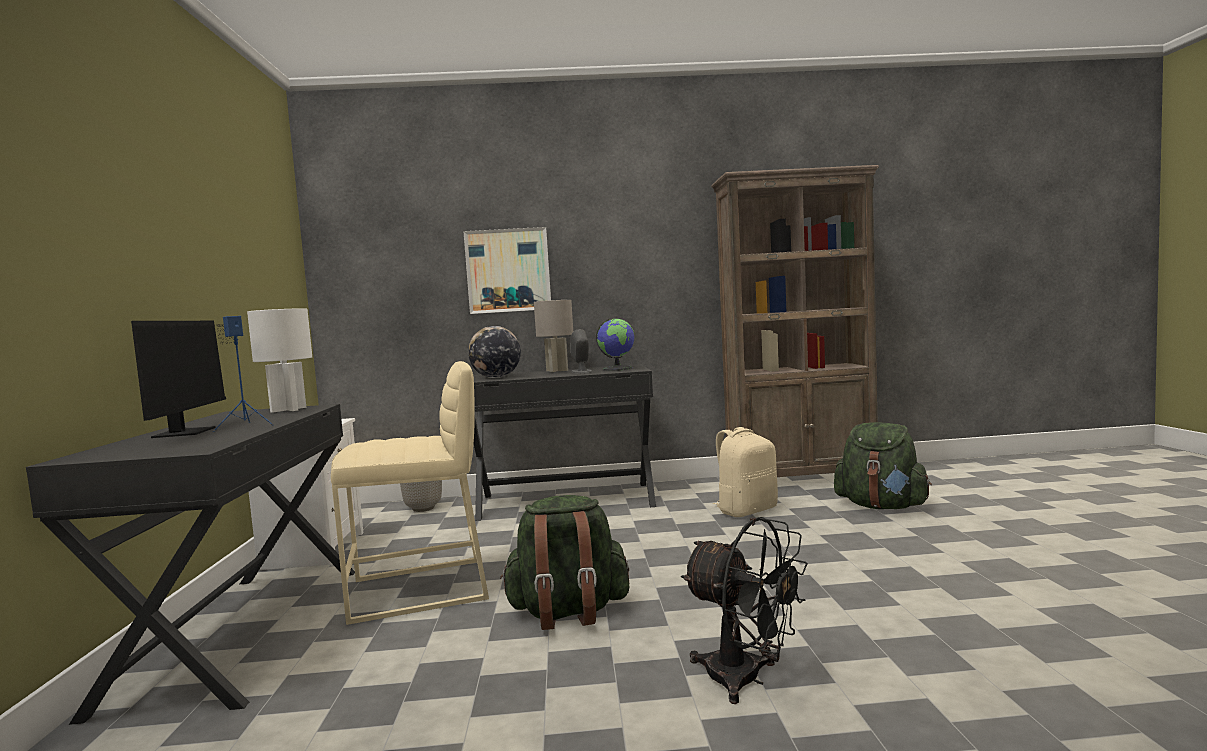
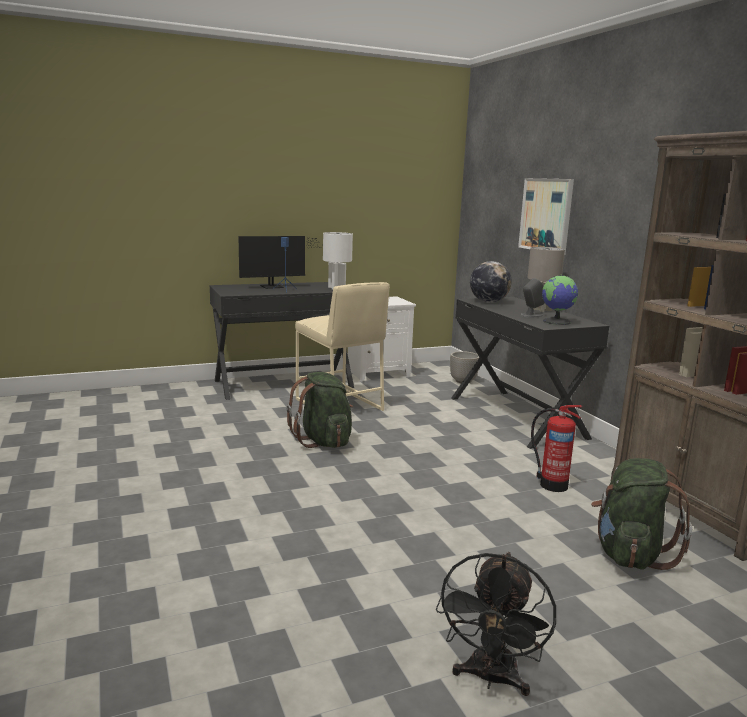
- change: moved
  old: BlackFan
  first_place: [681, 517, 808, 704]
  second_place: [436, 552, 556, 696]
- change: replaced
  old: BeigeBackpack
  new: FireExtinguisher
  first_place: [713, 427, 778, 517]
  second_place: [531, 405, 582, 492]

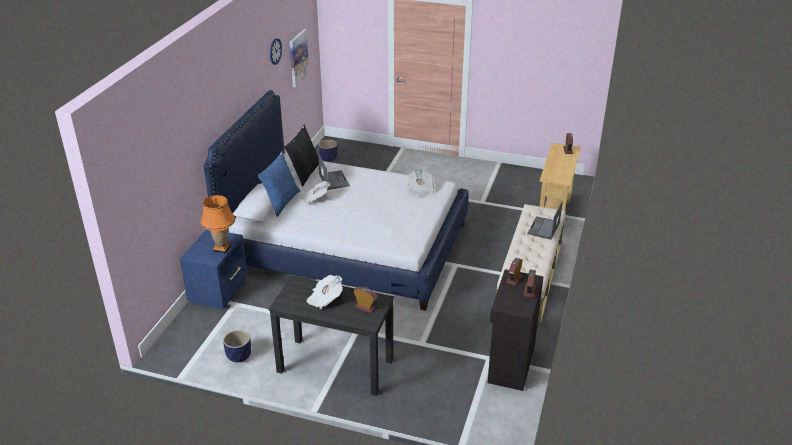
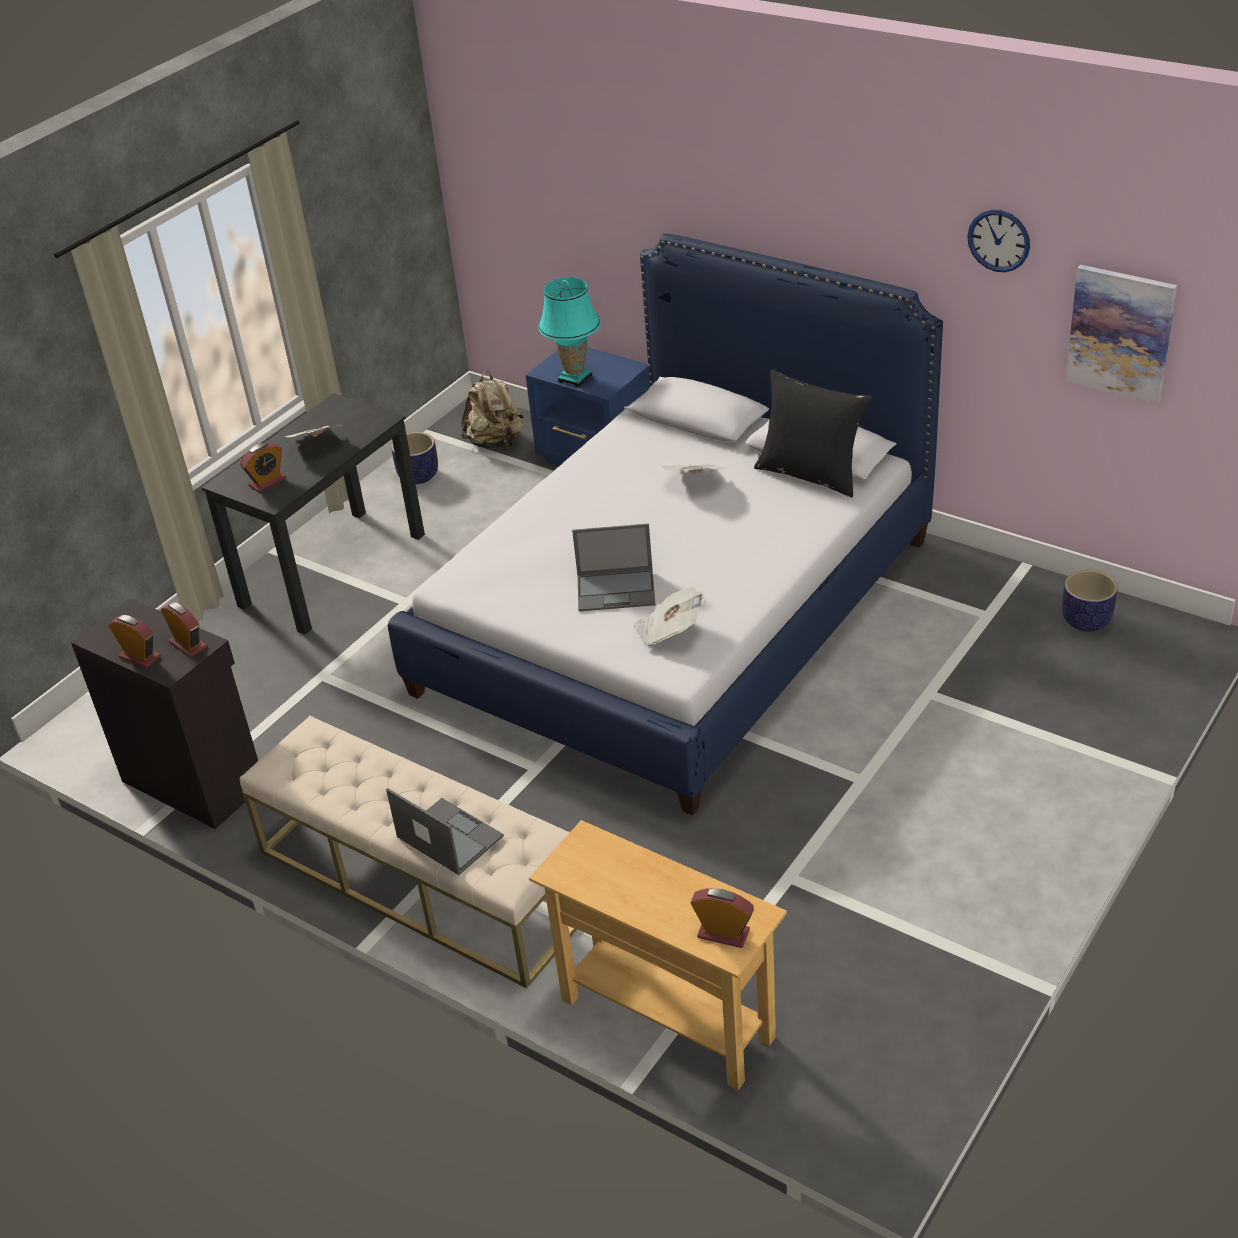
- change: removed
  old: BluePillow
  first_place: [258, 151, 300, 217]
- change: added
  new: BeigeBackpack
  second_place: [461, 371, 523, 448]
- change: moved
  old: Laptop
  first_place: [318, 154, 350, 190]
  second_place: [572, 523, 655, 612]
- change: recoloured
  old: OrangeTableLamp
  new: TurquoiseTableLamp
  first_place: [200, 195, 235, 254]
  second_place: [538, 277, 601, 387]

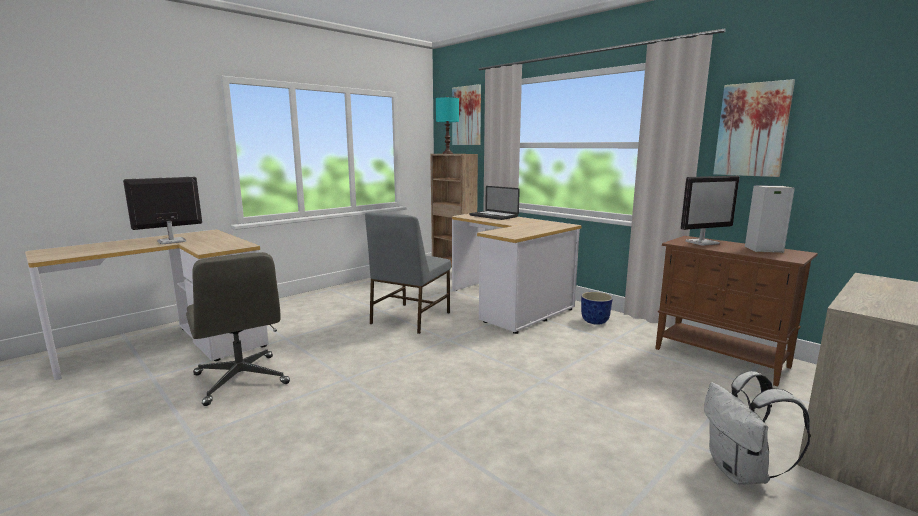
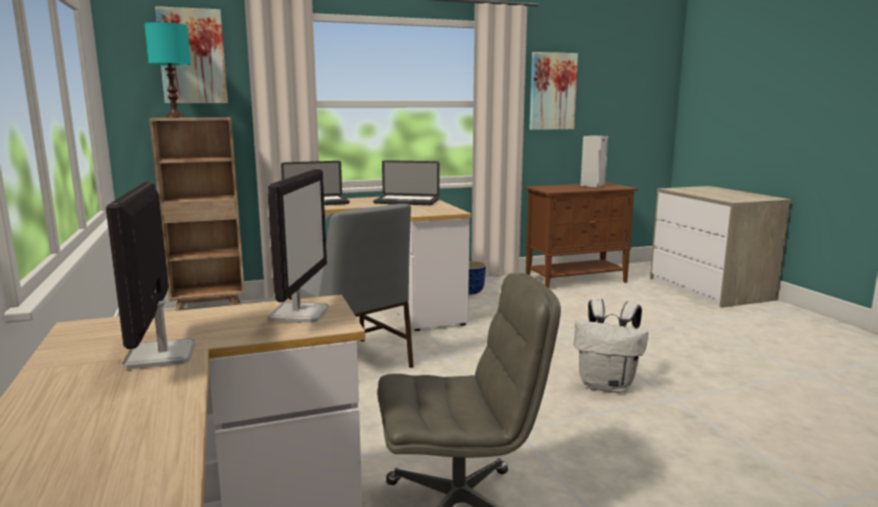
- change: added
  new: Laptop
  second_place: [373, 160, 439, 205]
- change: moved
  old: Monitor
  first_place: [681, 176, 739, 246]
  second_place: [267, 169, 329, 323]
- change: moved
  old: WhiteBackpack
  first_place: [704, 371, 811, 485]
  second_place: [574, 298, 648, 393]

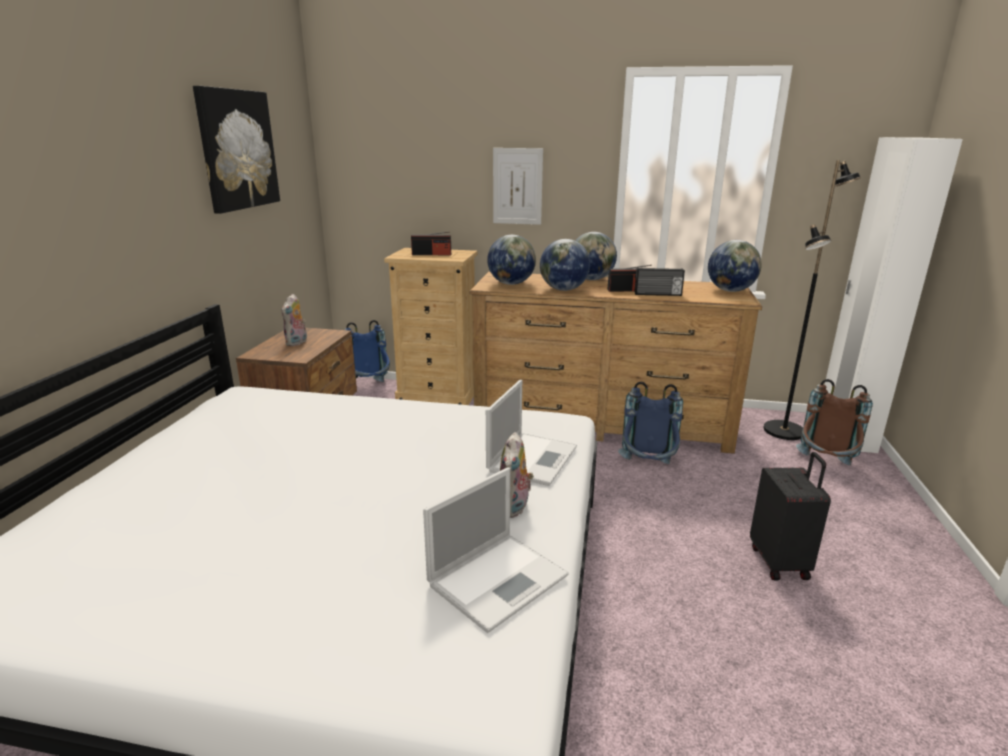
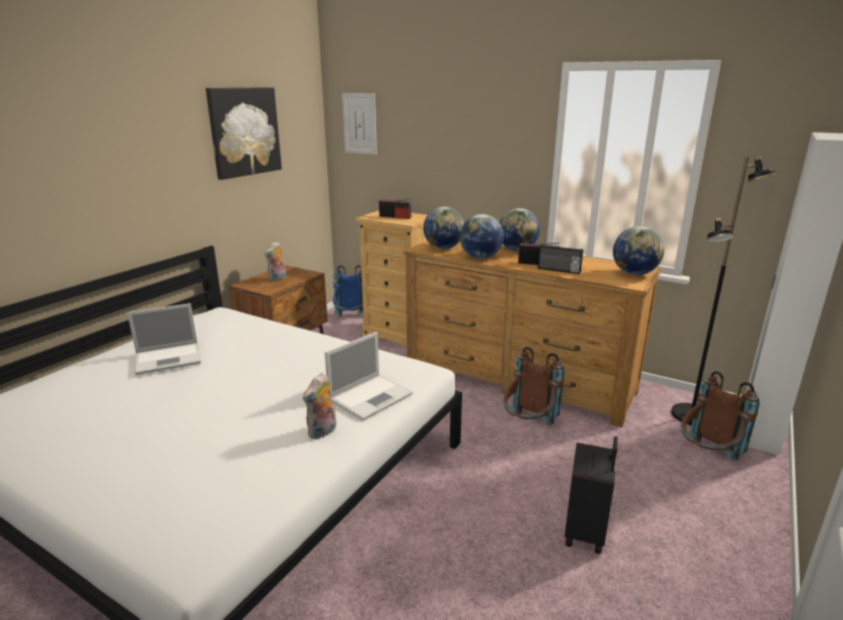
- change: moved
  old: Laptop
  first_place: [423, 468, 569, 633]
  second_place: [127, 303, 201, 375]
- change: moved
  old: Picture
  first_place: [493, 148, 543, 225]
  second_place: [342, 93, 377, 155]
- change: recoloured
  old: BlueBackpack
  new: BrownBackpack
  first_place: [618, 382, 683, 464]
  second_place: [503, 347, 564, 425]

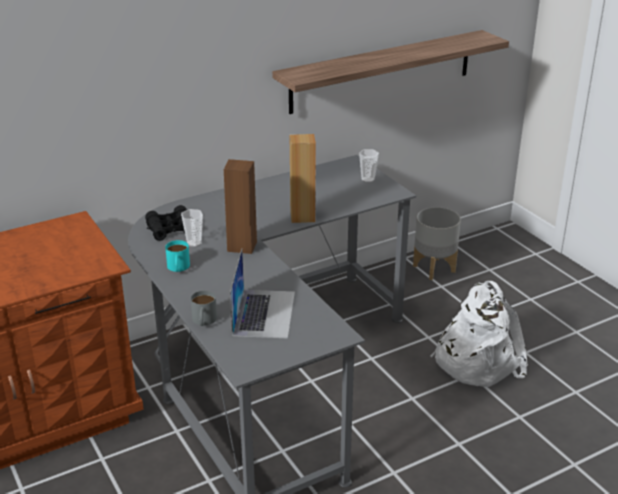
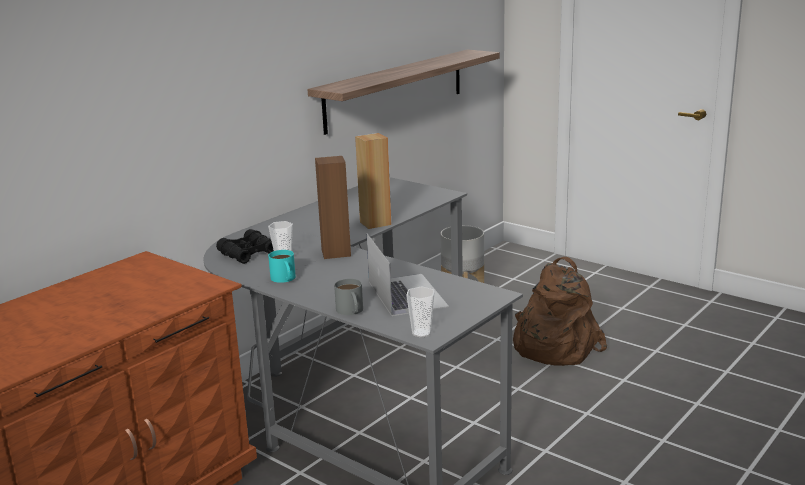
- change: moved
  old: Cup
  first_place: [359, 149, 379, 183]
  second_place: [406, 287, 435, 338]
- change: recoloured
  old: WhiteBackpack
  new: BrownBackpack
  first_place: [430, 281, 528, 387]
  second_place: [513, 257, 607, 366]

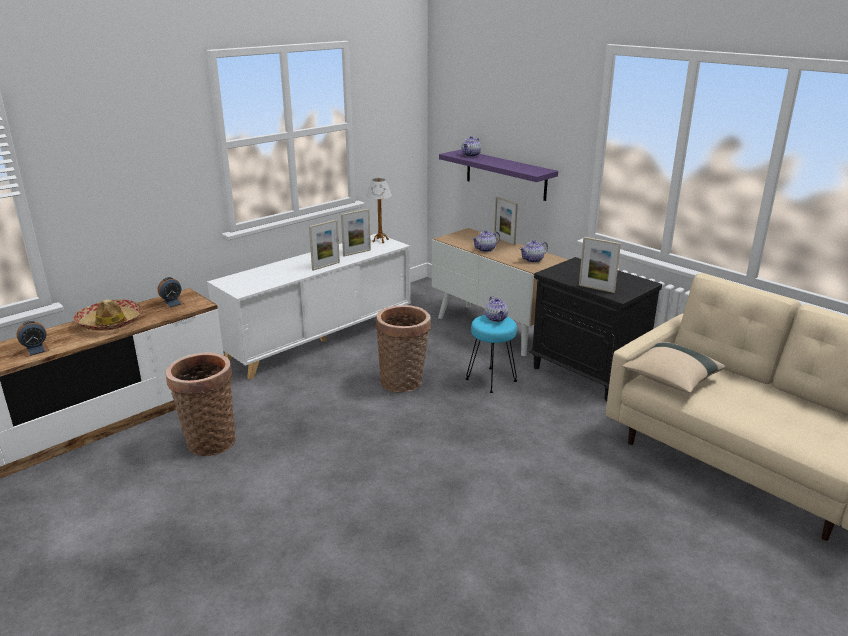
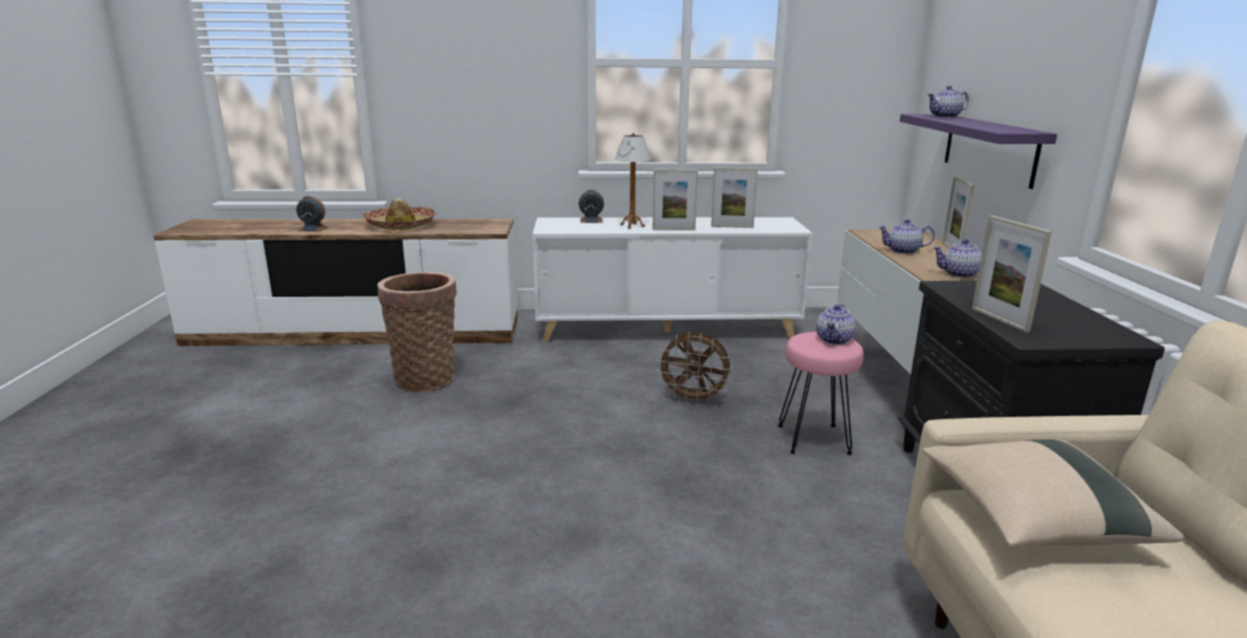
- change: moved
  old: AlarmClock
  first_place: [158, 277, 184, 309]
  second_place: [579, 189, 604, 223]
- change: moved
  old: TableLamp
  first_place: [366, 178, 392, 243]
  second_place: [615, 133, 652, 229]
- change: replaced
  old: Basket
  new: BrownFan
  first_place: [376, 305, 431, 393]
  second_place: [655, 332, 733, 405]
- change: recoloured
  old: TurquoiseStool
  new: PinkStool
  first_place: [466, 315, 517, 393]
  second_place: [778, 332, 864, 455]

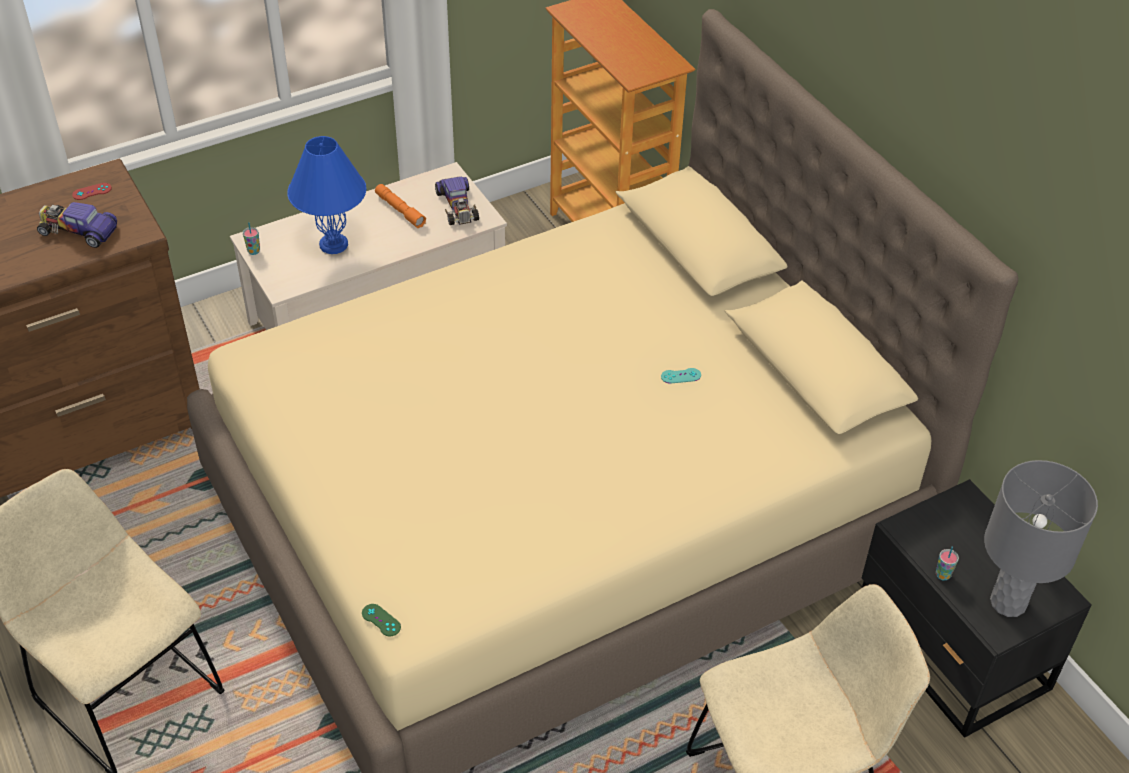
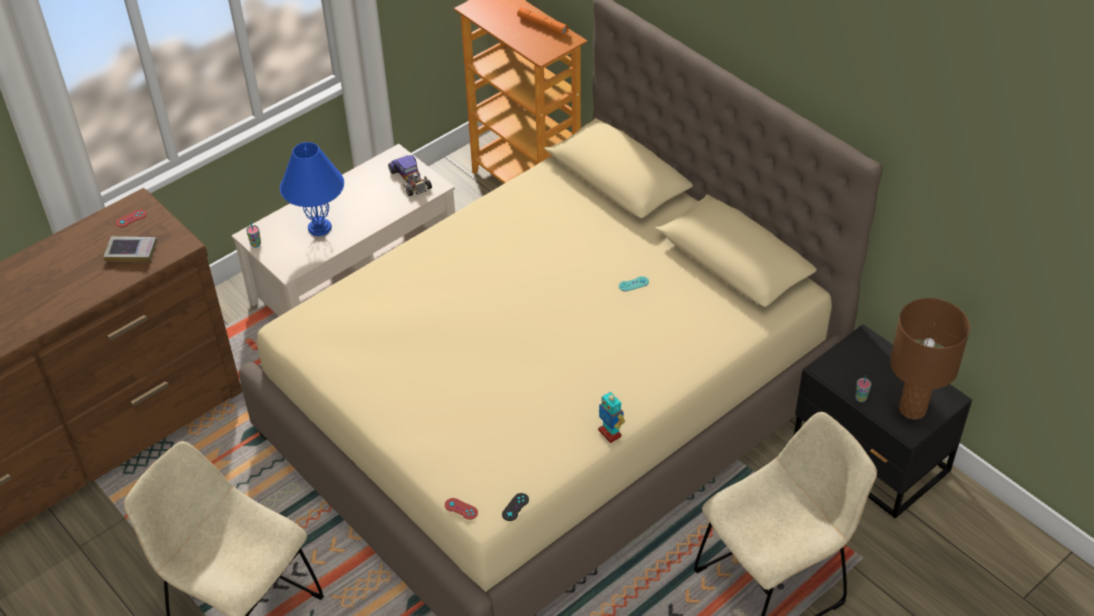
- change: added
  new: BlackGameController
  second_place: [502, 493, 529, 521]
- change: added
  new: ToyRobot
  second_place: [598, 392, 625, 443]
- change: moved
  old: OrangeFlashlight
  first_place: [375, 184, 426, 228]
  second_place: [517, 7, 569, 36]
- change: replaced
  old: ToyCar
  new: Book
  first_place: [37, 202, 117, 248]
  second_place: [104, 236, 157, 262]
- change: recoloured
  old: GreenGameController
  new: RedGameController
  first_place: [362, 604, 401, 636]
  second_place: [445, 498, 478, 520]
- change: recoloured
  old: GreyTableLamp
  new: BrownTableLamp
  first_place: [984, 460, 1098, 617]
  second_place: [890, 298, 970, 420]

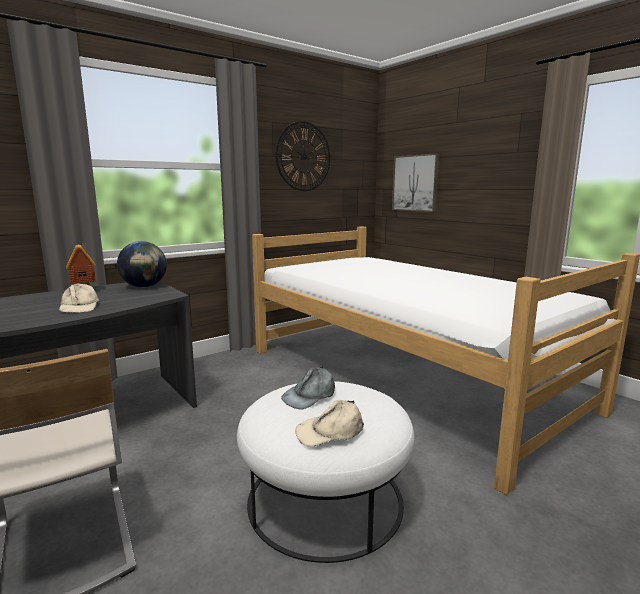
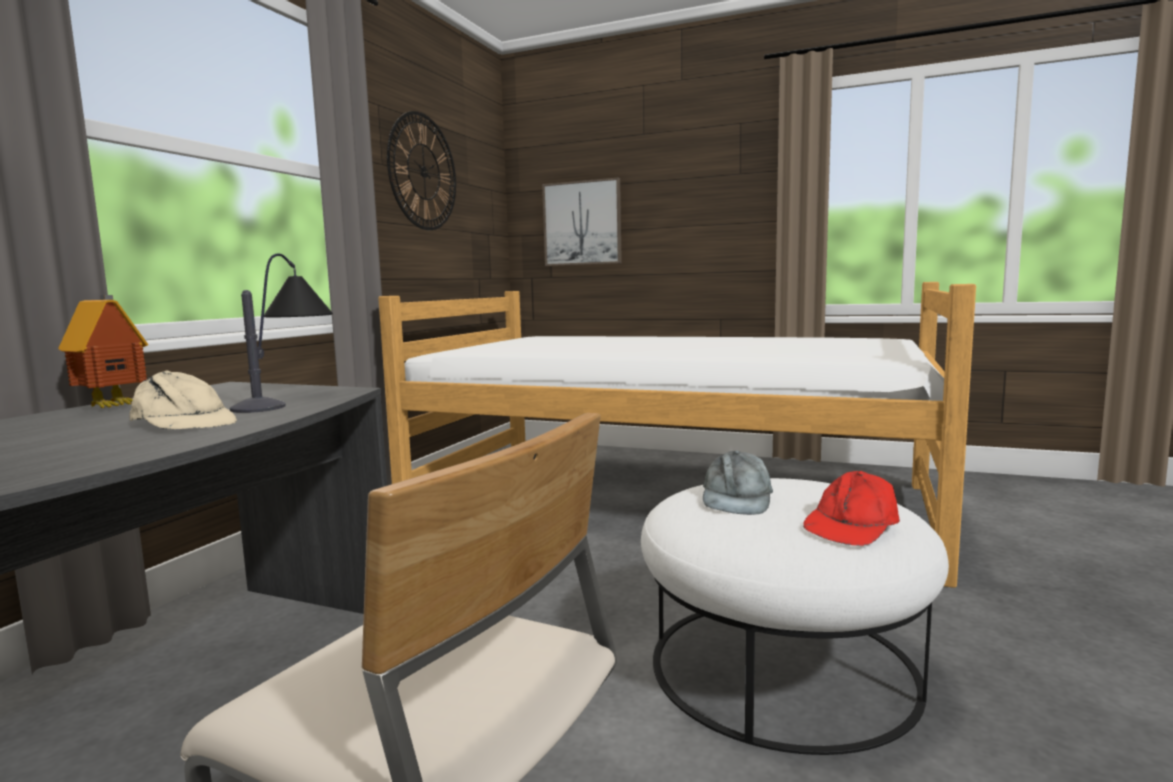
- change: removed
  old: Globe
  first_place: [117, 241, 167, 287]
- change: added
  new: TableLamp
  second_place: [230, 253, 333, 413]
- change: recoloured
  old: BeigeCap
  new: RedCap
  first_place: [295, 400, 364, 447]
  second_place: [803, 471, 900, 546]

